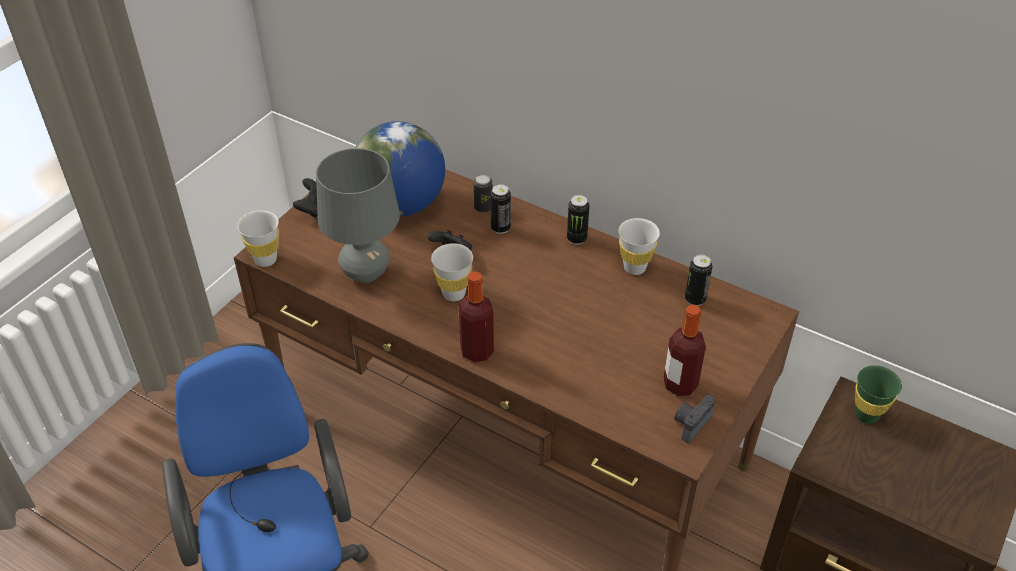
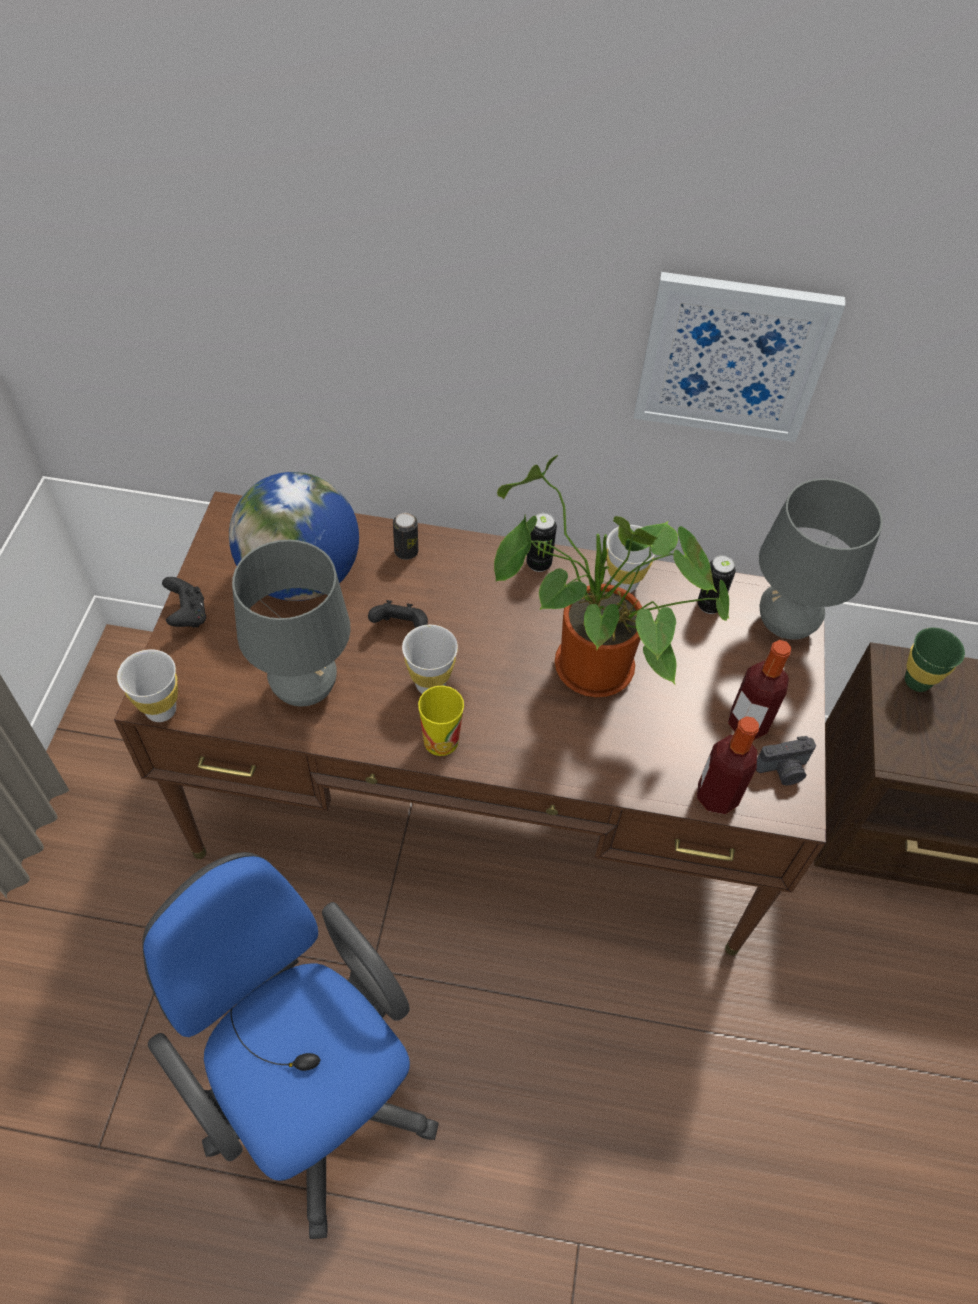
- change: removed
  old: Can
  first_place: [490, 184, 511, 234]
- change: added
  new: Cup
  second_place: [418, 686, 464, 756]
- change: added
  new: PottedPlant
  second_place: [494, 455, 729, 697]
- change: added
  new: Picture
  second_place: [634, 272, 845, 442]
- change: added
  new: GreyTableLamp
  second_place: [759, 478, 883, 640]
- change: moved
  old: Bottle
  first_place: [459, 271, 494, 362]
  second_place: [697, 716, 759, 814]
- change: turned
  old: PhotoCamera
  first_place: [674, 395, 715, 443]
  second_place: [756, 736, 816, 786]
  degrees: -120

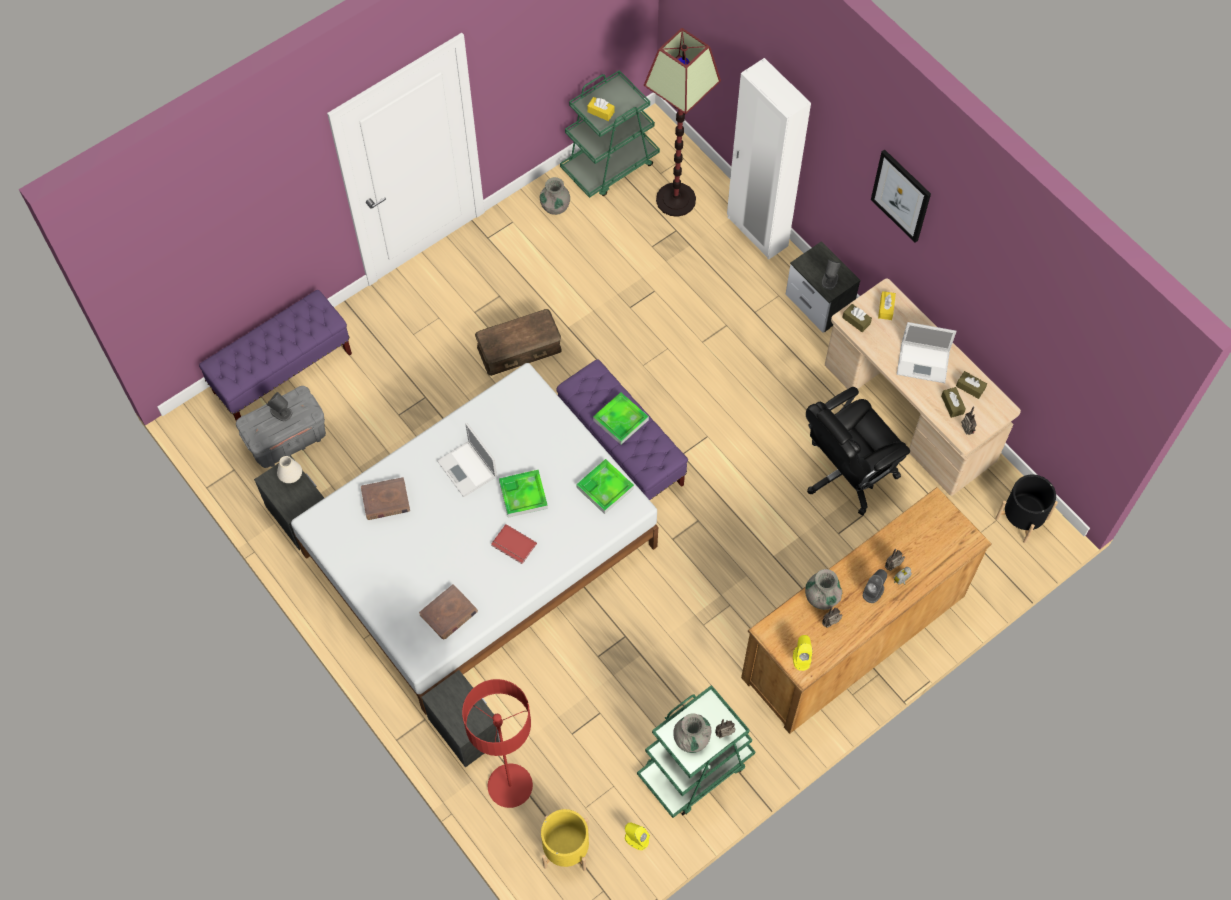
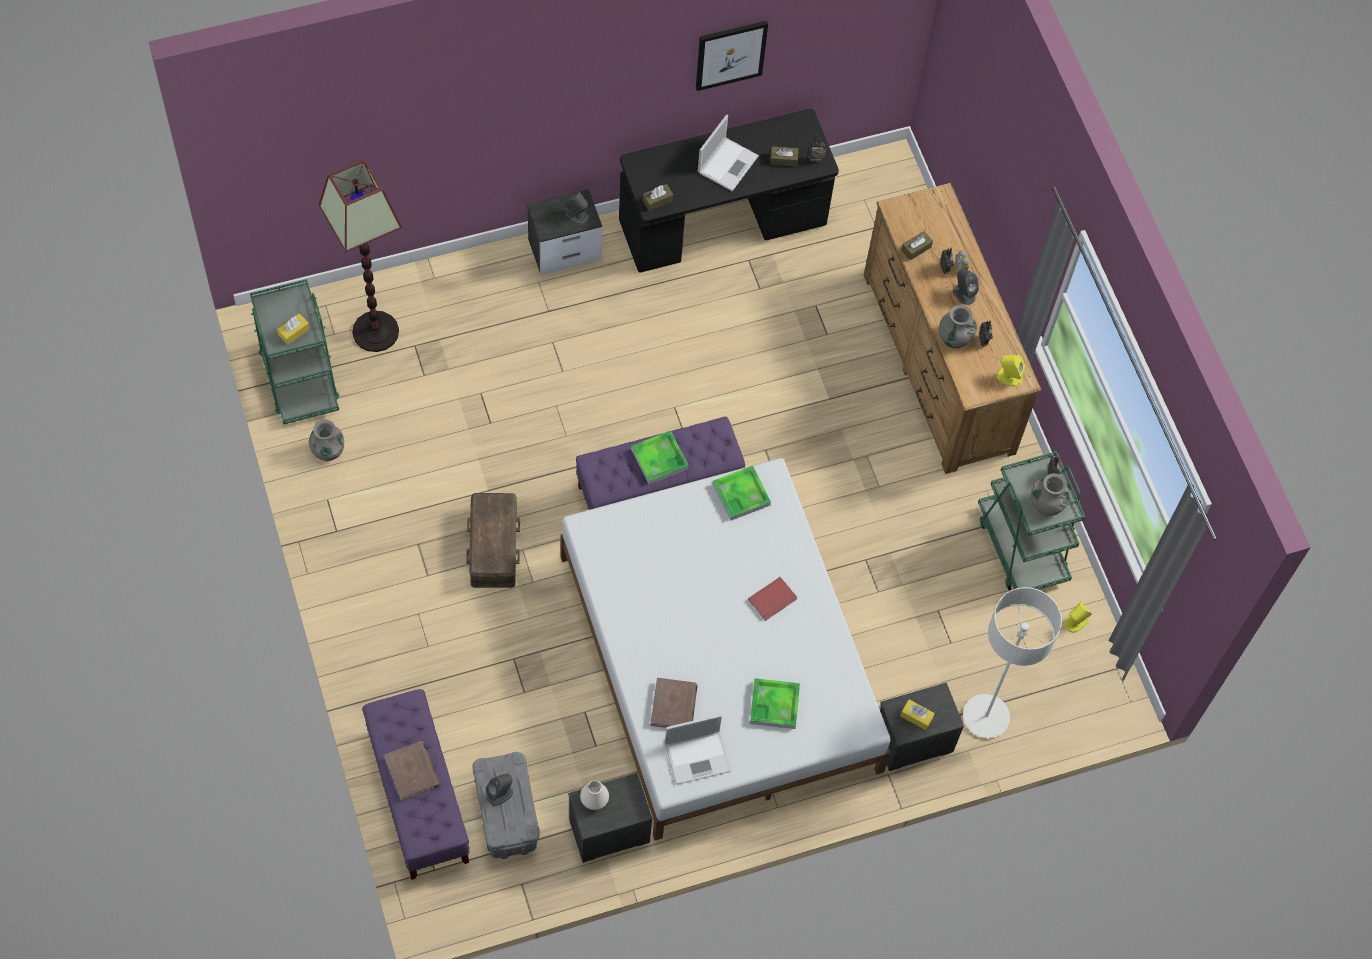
- change: removed
  old: YellowPlanter
  first_place: [541, 809, 589, 871]
- change: removed
  old: WhiteWardrobe
  first_place: [727, 58, 811, 260]
- change: removed
  old: BlackOfficeChair
  first_place: [806, 387, 910, 516]
- change: removed
  old: BlackPlanter
  first_place: [995, 474, 1058, 543]
- change: moved
  old: BrownBook
  first_place: [419, 584, 478, 639]
  second_place: [384, 741, 440, 801]
- change: moved
  old: Laptop
  first_place: [437, 423, 497, 497]
  second_place: [665, 714, 731, 785]
- change: moved
  old: Tray
  first_place: [499, 470, 548, 518]
  second_place: [750, 678, 800, 729]
- change: moved
  old: Picture
  first_place: [871, 150, 931, 243]
  second_place: [696, 21, 768, 91]
- change: moved
  old: YellowTissueBox
  first_place: [878, 291, 896, 320]
  second_place: [900, 699, 935, 730]
- change: moved
  old: BrownTissueBox
  first_place: [956, 371, 987, 399]
  second_place: [901, 231, 933, 260]
- change: recoloured
  old: RedFloorLamp
  new: WhiteFloorLamp
  first_place: [462, 679, 533, 808]
  second_place: [963, 587, 1062, 738]
- change: recoloured
  old: BeigeDesk
  new: BlackDesk
  first_place: [825, 278, 1021, 496]
  second_place: [619, 109, 839, 273]

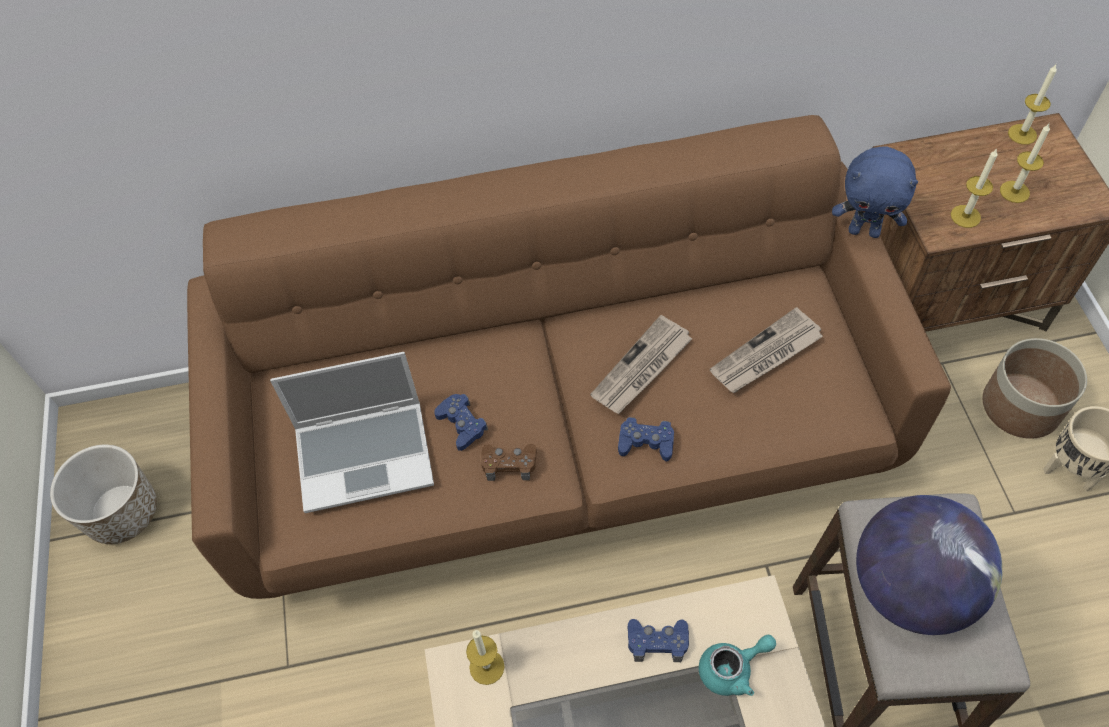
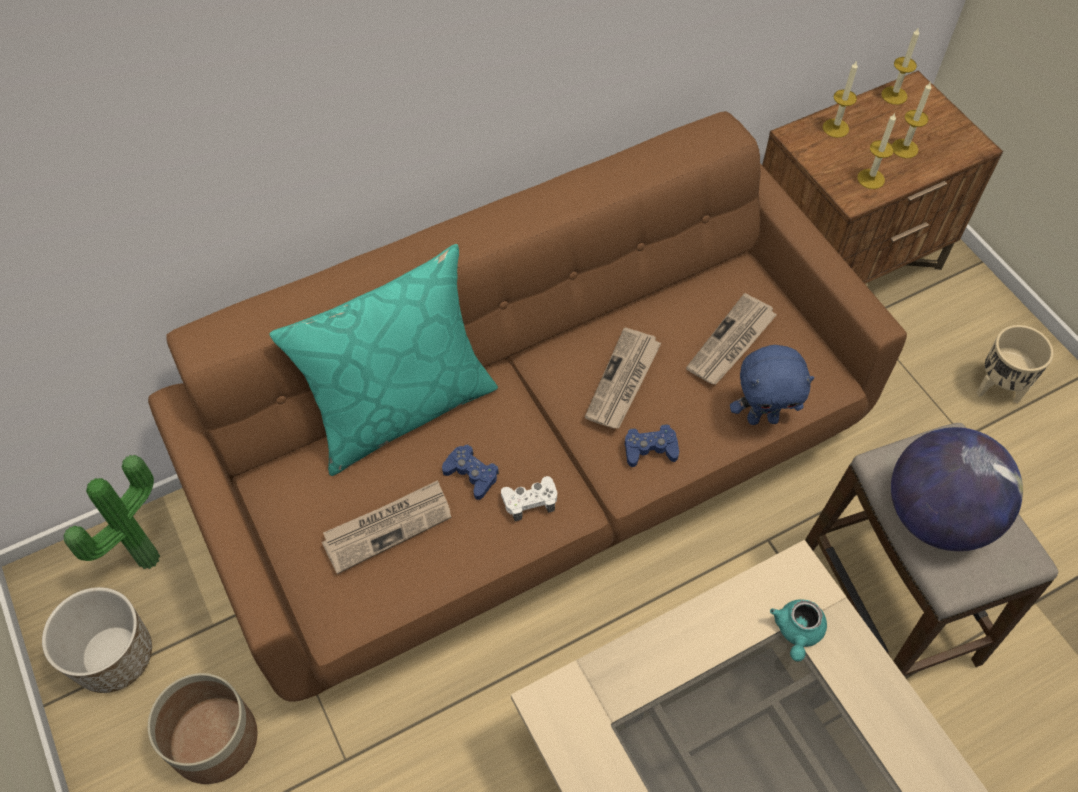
- change: removed
  old: BlueGameController
  first_place: [628, 619, 689, 662]
- change: added
  new: PottedPlant
  second_place: [63, 455, 160, 569]
- change: added
  new: TurquoisePillow
  second_place: [269, 244, 498, 476]
- change: moved
  old: Candle
  first_place: [466, 630, 505, 685]
  second_place: [823, 62, 858, 138]
- change: moved
  old: BluePlushToy
  first_place: [832, 147, 918, 238]
  second_place: [730, 345, 815, 425]
- change: moved
  old: Planter
  first_place: [983, 338, 1087, 439]
  second_place: [148, 673, 257, 784]
- change: replaced
  old: Laptop
  new: Newspaper
  first_place: [270, 352, 434, 513]
  second_place: [322, 480, 452, 574]
- change: recoloured
  old: BrownGameController
  new: WhiteGameController
  first_place: [481, 444, 537, 481]
  second_place: [501, 476, 557, 521]
- change: turned
  old: TurquoiseTeapot
  first_place: [699, 635, 776, 696]
  second_place: [770, 599, 827, 662]
  degrees: 150

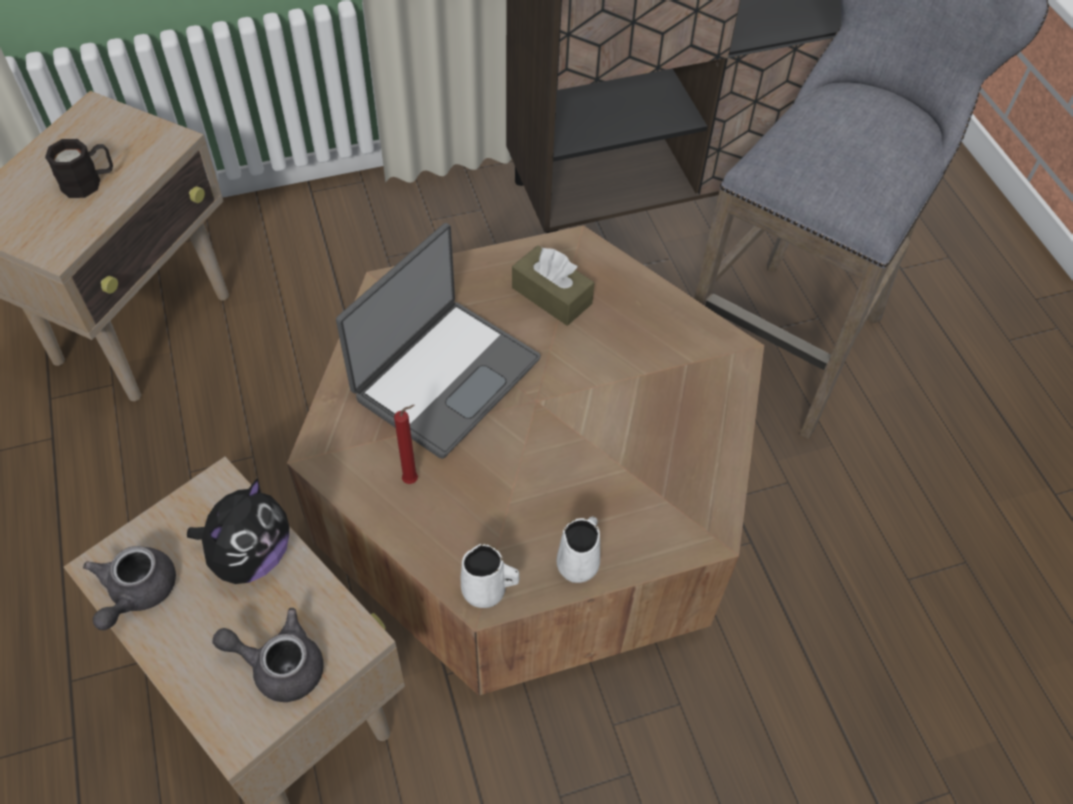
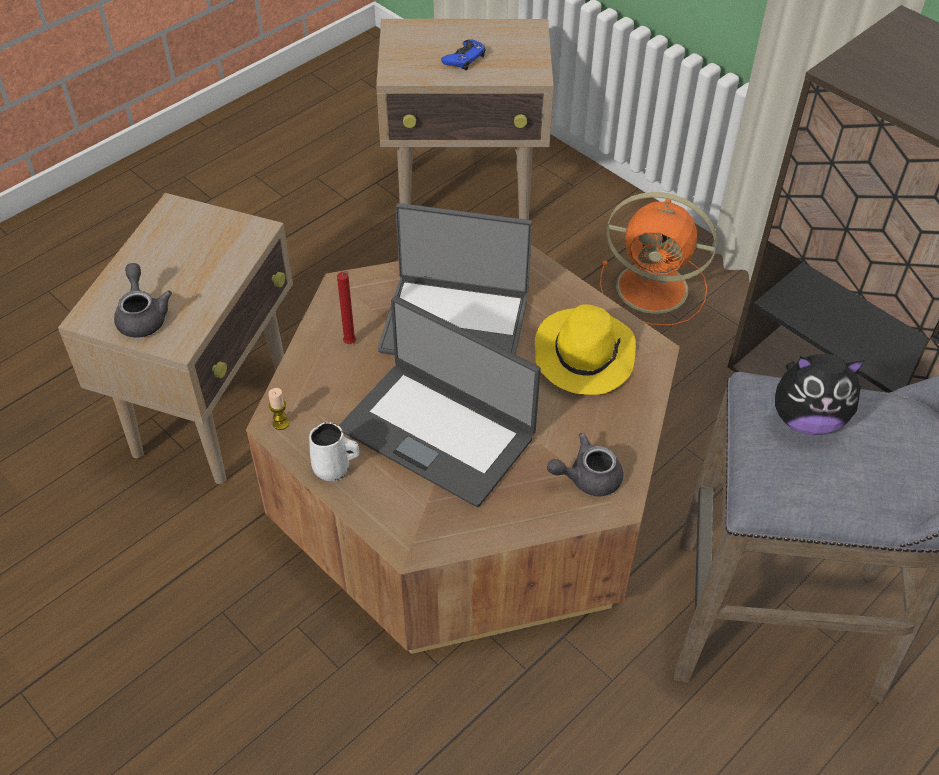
- change: added
  new: Laptop
  second_place: [339, 296, 541, 507]
- change: added
  new: OrangeFan
  second_place: [600, 192, 717, 326]
- change: moved
  old: GreyTeapot
  first_place: [83, 546, 176, 630]
  second_place: [547, 433, 623, 496]
- change: moved
  old: PlushToy
  first_place: [187, 478, 289, 584]
  second_place: [775, 354, 865, 435]
- change: replaced
  old: BlackMug
  new: BlueGameController
  first_place: [45, 139, 113, 198]
  second_place: [441, 39, 486, 70]
- change: replaced
  old: WhiteMug
  new: Candle
  first_place: [460, 544, 519, 608]
  second_place: [268, 388, 289, 430]
- change: replaced
  old: BrownTissueBox
  new: YellowHat
  first_place: [512, 245, 594, 326]
  second_place: [535, 304, 636, 395]

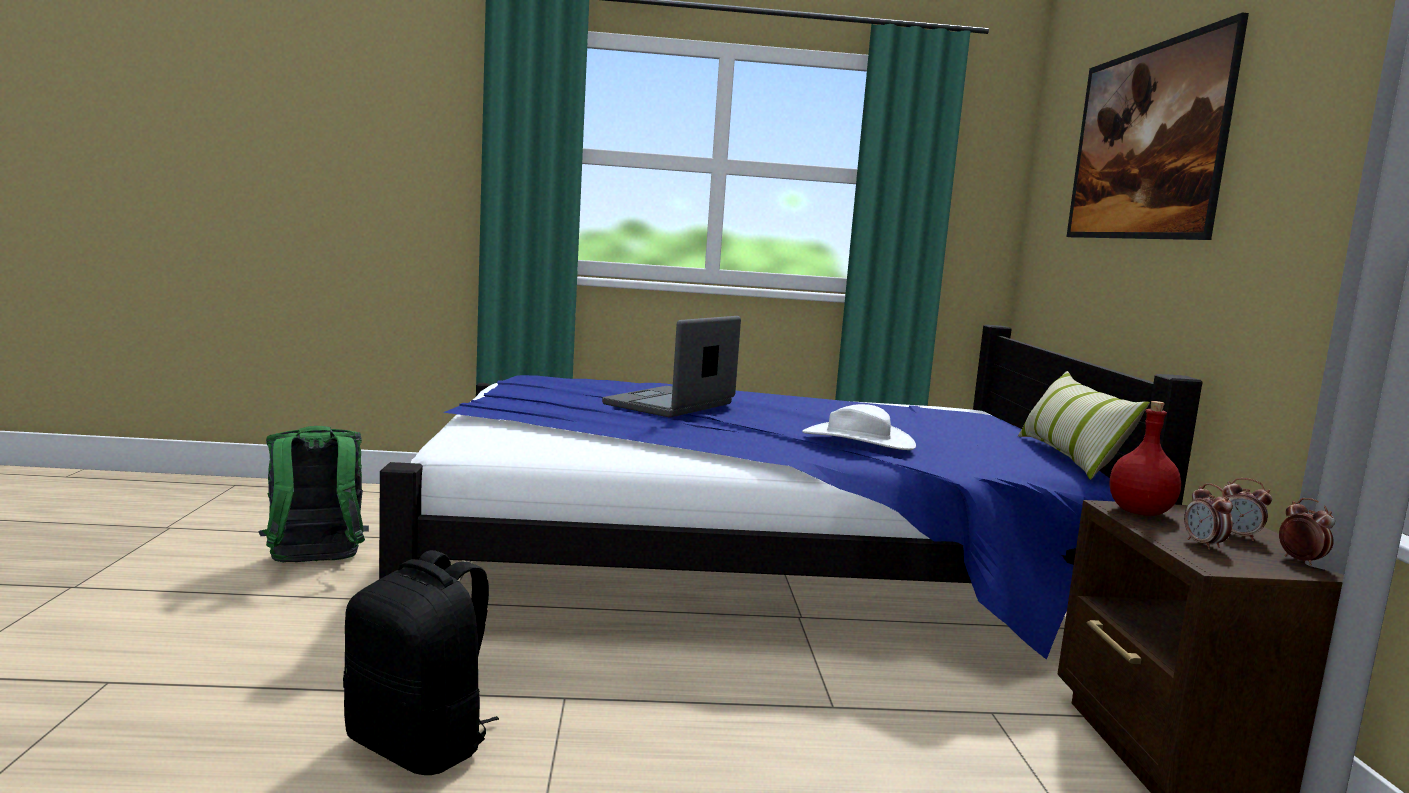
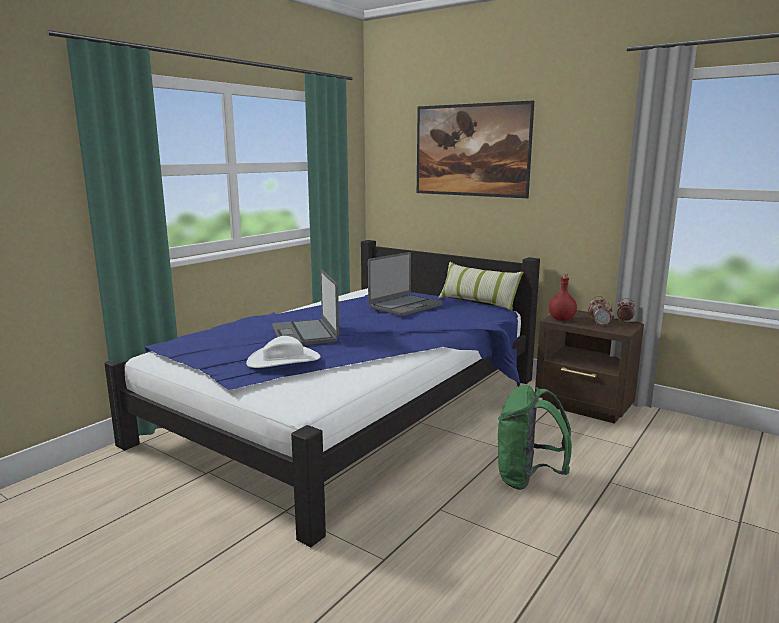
- change: removed
  old: BlackBackpack
  first_place: [343, 550, 499, 775]
- change: added
  new: Laptop
  second_place: [368, 252, 443, 316]
- change: moved
  old: GreenBackpack
  first_place: [258, 426, 369, 562]
  second_place: [498, 385, 572, 490]
- change: moved
  old: WhiteHat
  first_place: [802, 404, 916, 450]
  second_place: [246, 336, 320, 368]

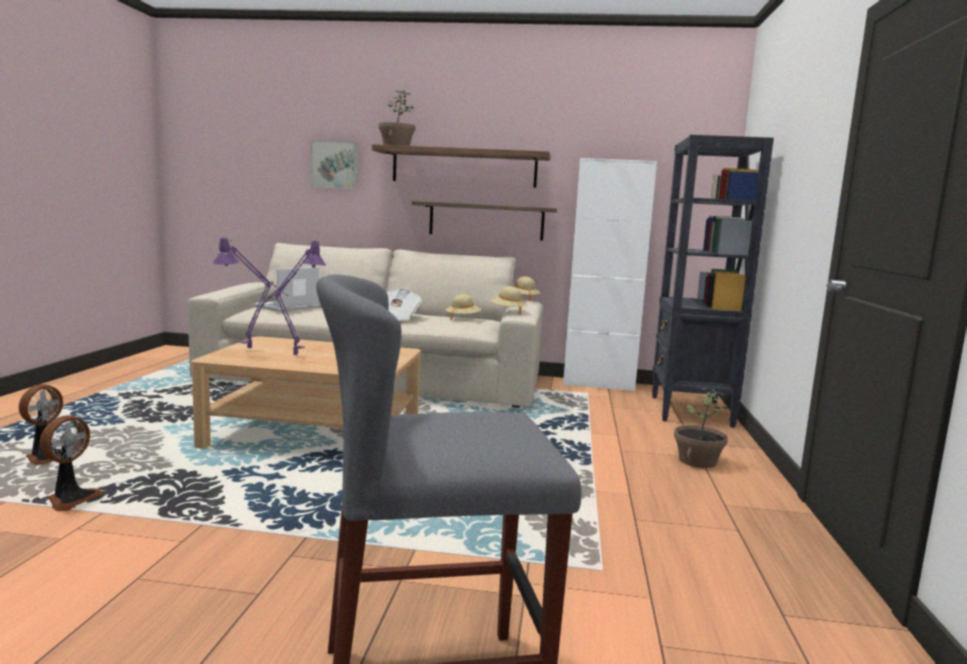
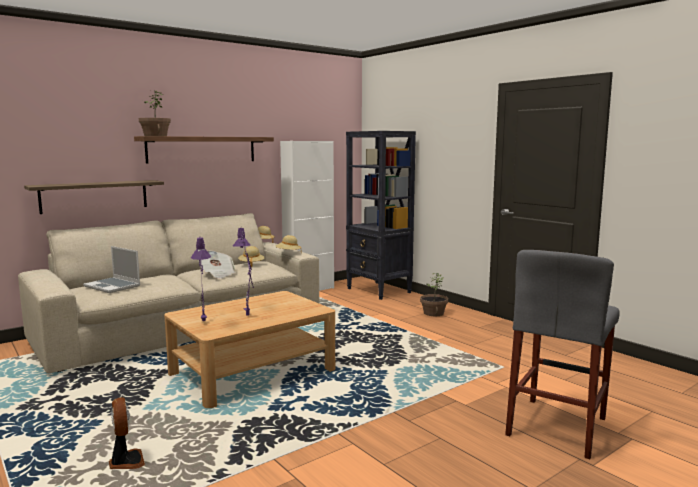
- change: removed
  old: Fan
  first_place: [40, 415, 103, 512]
- change: removed
  old: Picture
  first_place: [311, 140, 357, 189]
- change: moved
  old: Shelf
  first_place: [412, 201, 557, 241]
  second_place: [24, 180, 164, 214]
- change: turned
  old: Laptop
  first_place: [254, 267, 319, 312]
  second_place: [83, 246, 140, 293]
  degrees: -45

